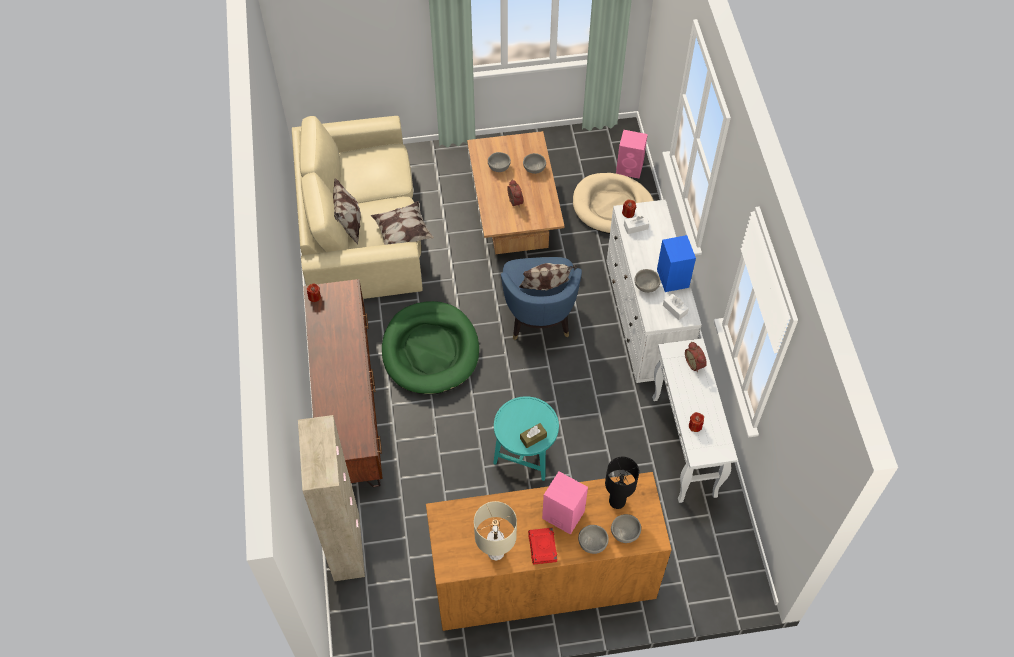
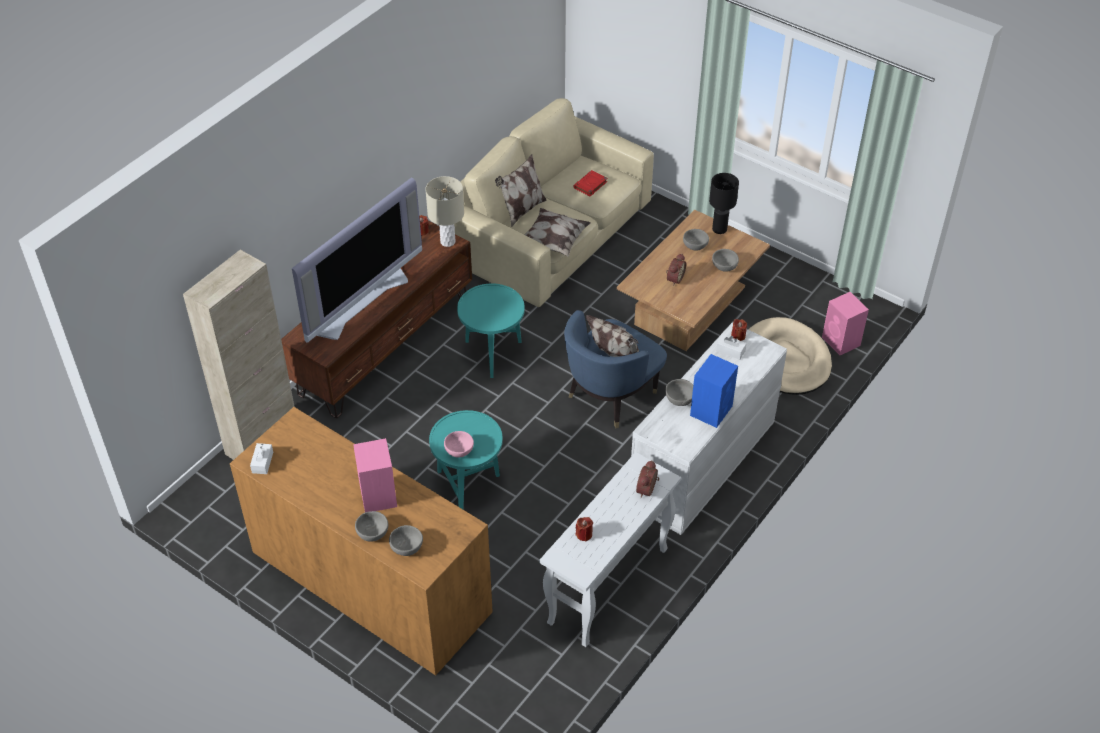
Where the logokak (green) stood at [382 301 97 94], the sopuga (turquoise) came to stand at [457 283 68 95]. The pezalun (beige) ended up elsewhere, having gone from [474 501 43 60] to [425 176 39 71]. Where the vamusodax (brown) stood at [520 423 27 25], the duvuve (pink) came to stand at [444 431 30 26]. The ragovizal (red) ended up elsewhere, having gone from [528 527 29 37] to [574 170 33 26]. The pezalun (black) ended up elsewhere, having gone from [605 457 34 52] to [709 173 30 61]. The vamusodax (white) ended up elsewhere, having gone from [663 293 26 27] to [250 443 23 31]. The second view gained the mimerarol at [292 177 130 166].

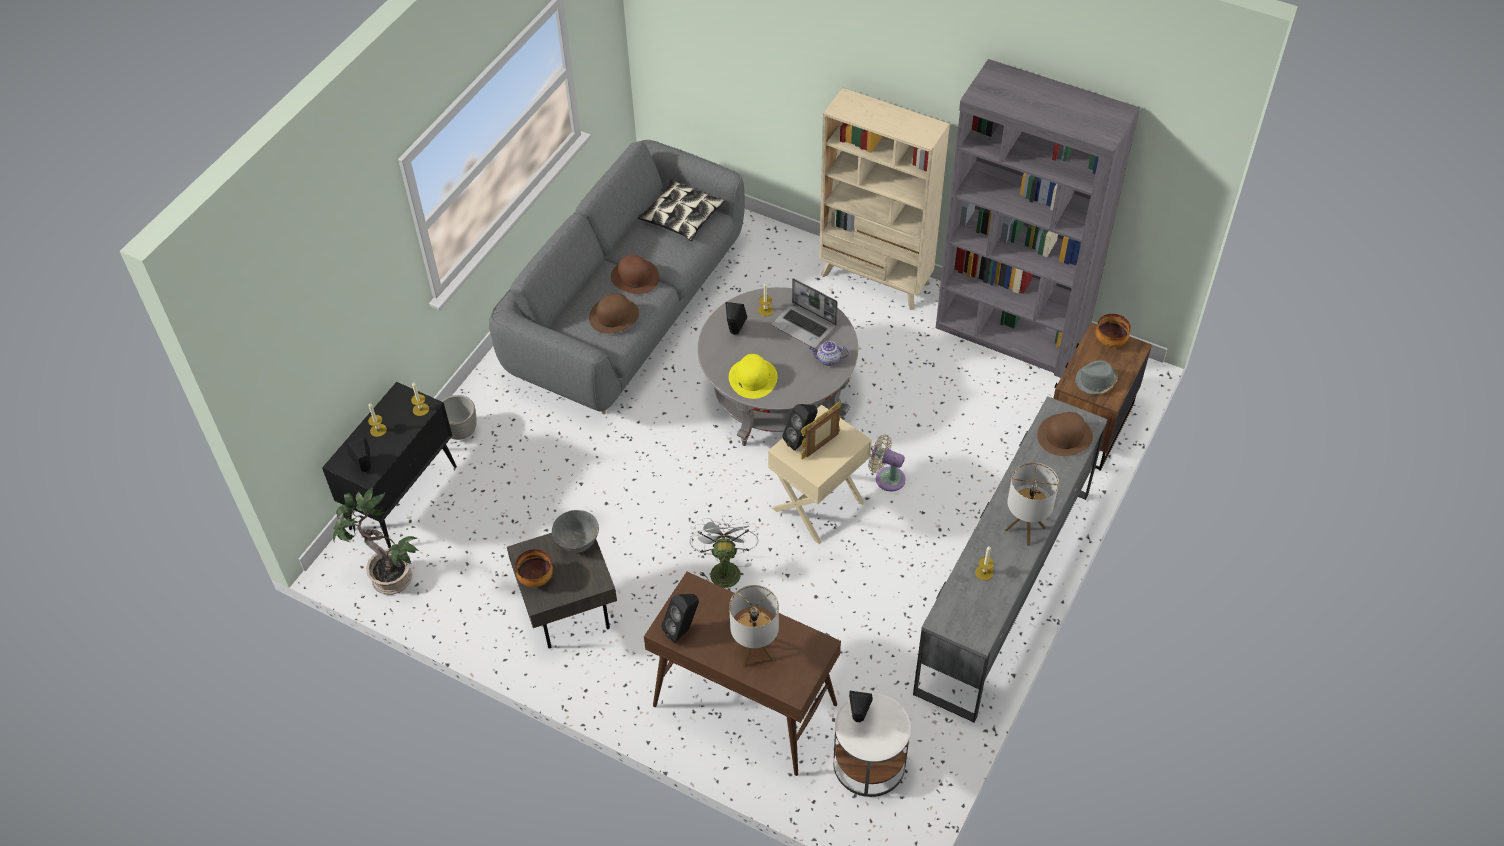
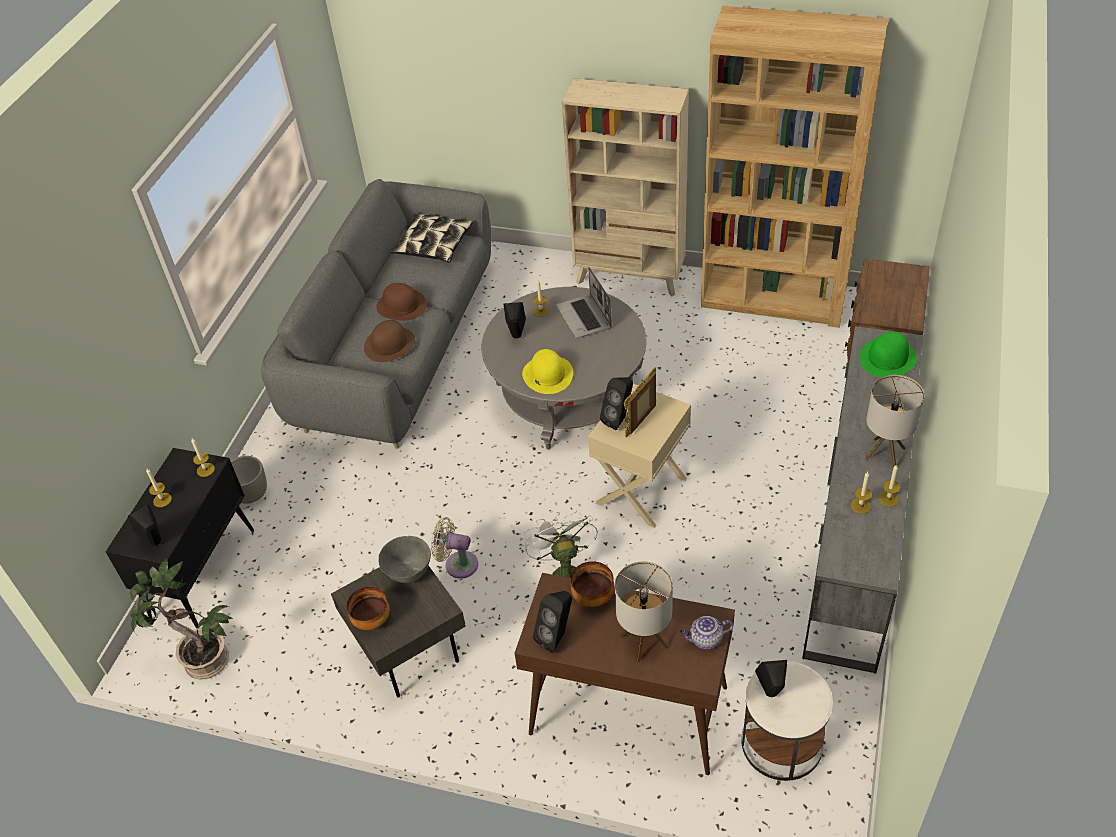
The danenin at [771 278 66 70] ended up facing another way, 45 degrees clockwise from before. The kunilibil ended up elsewhere, having gone from [809 341 40 25] to [680 616 53 34]. The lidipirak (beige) ended up elsewhere, having gone from [868 434 38 58] to [431 517 47 62]. What was the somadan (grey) at [936 59 204 319] turned into the somadan (brown) at [701 6 187 322]. What was the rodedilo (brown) at [1037 412 56 44] turned into the rodedilo (green) at [859 332 58 45]. The second view lost the rodedilo (grey) at [1075 360 43 34]. The duvuve ended up elsewhere, having gone from [1096 314 35 33] to [571 561 43 46]. The second view gained the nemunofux at [878 464 22 43].

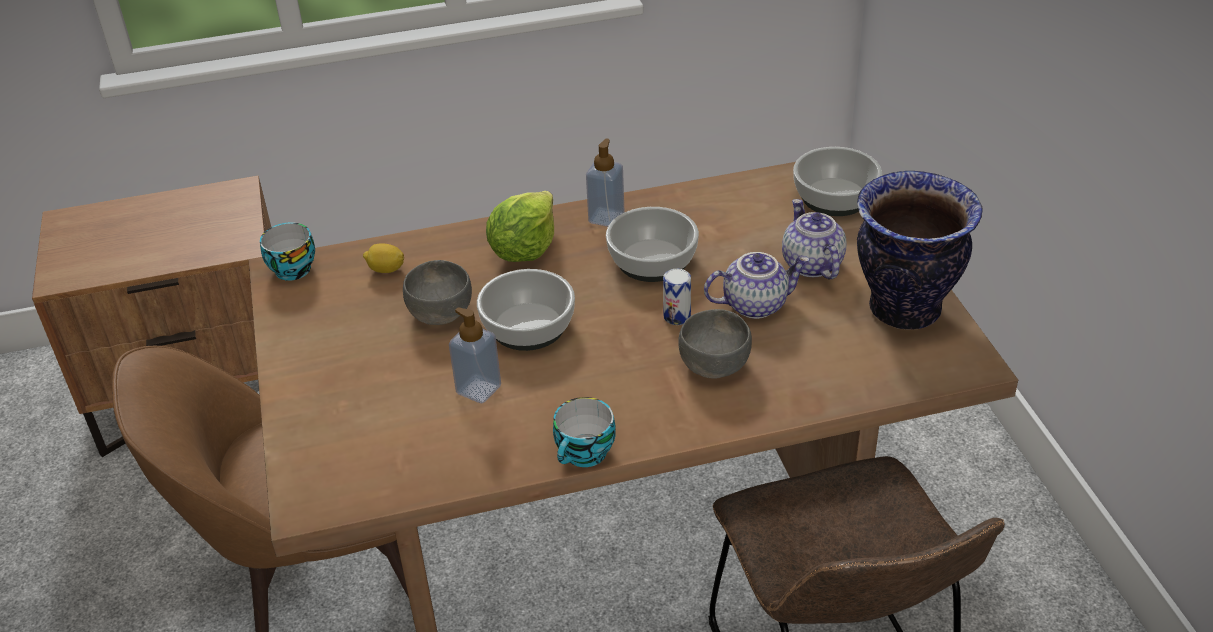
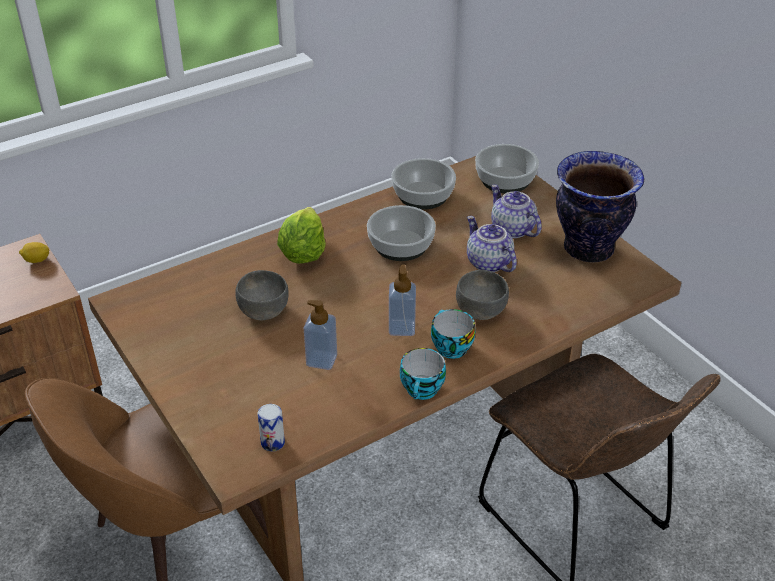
The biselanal ended up elsewhere, having gone from [260 222 55 59] to [431 309 44 50]. The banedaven ended up elsewhere, having gone from [363 244 41 29] to [19 242 31 21]. The duvuve ended up elsewhere, having gone from [477 269 98 82] to [391 158 65 51]. The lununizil ended up elsewhere, having gone from [586 139 39 88] to [389 264 27 72]. The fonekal ended up elsewhere, having gone from [663 269 28 56] to [258 404 27 48]. The kunilibil at [704 252 106 67] ended up facing another way, 90 degrees counterclockwise from before.

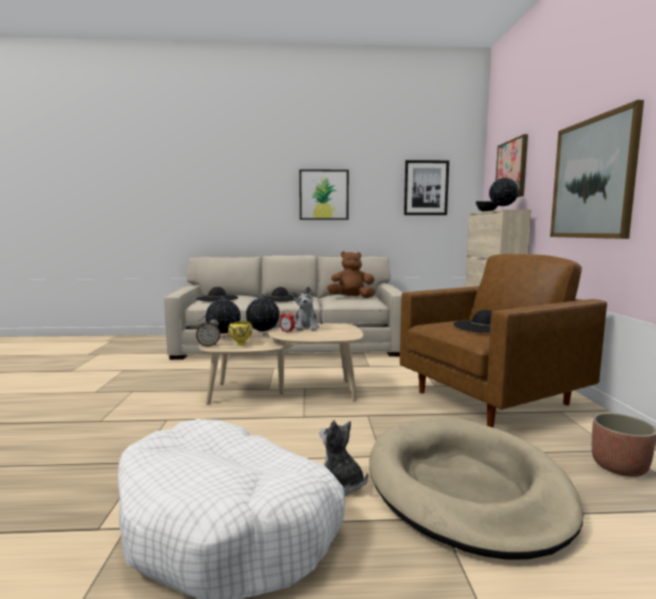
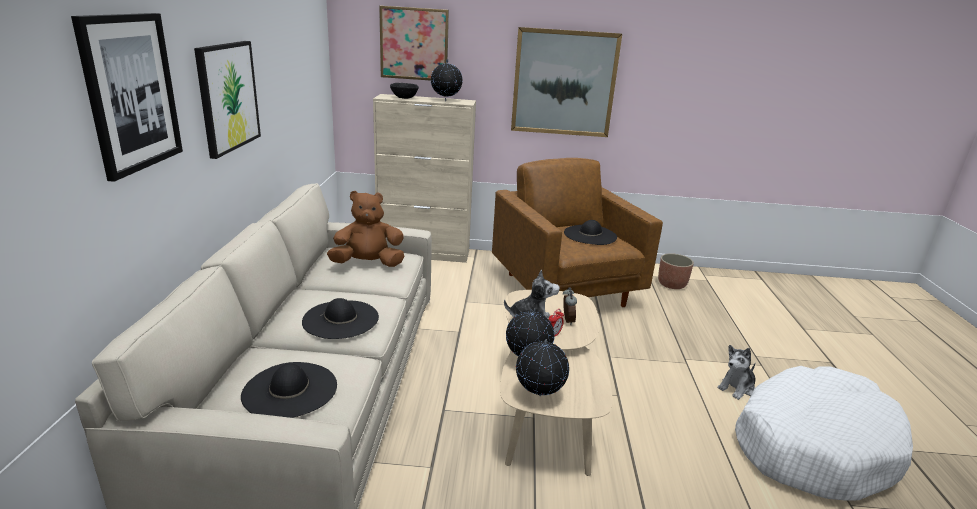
The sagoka ended up elsewhere, having gone from [196 315 25 31] to [563 287 14 38]. The second view lost the duvuve (yellow) at [228 321 25 25]. The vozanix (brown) at [327 251 48 47] ended up facing another way, 75 degrees clockwise from before. The second view lost the logokak (beige) at [369 417 215 143]. The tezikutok ended up elsewhere, having gone from [404 160 45 55] to [71 13 112 169].

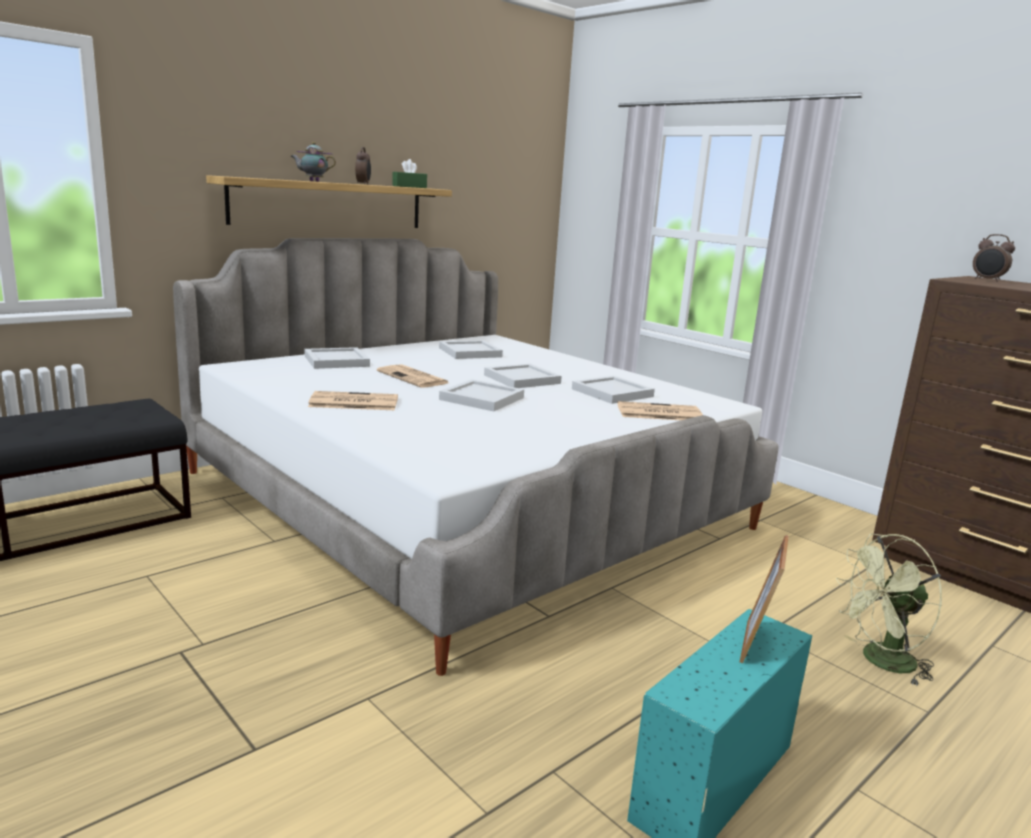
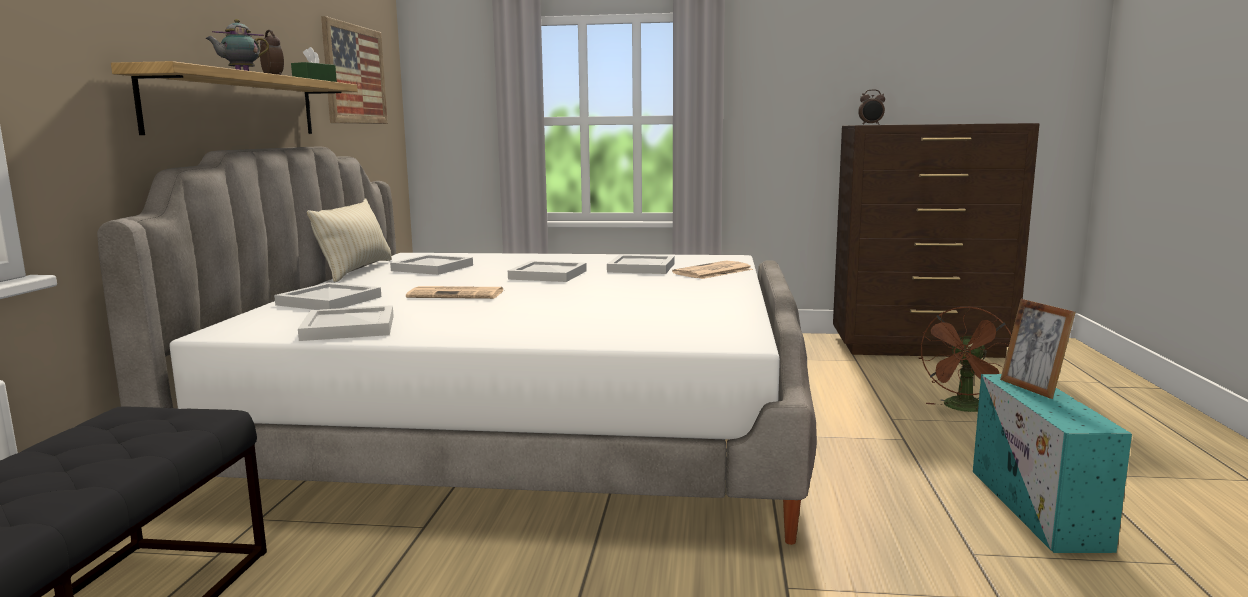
The second view lost the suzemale at [308 391 90 19]. The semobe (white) ended up elsewhere, having gone from [439 379 85 33] to [298 305 96 36]. What was the lidipirak (green) at [836 533 106 154] turned into the lidipirak (brown) at [919 306 92 106]. The second view gained the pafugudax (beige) at [307 198 85 84]. The second view gained the tezikutok at [321 16 67 108].

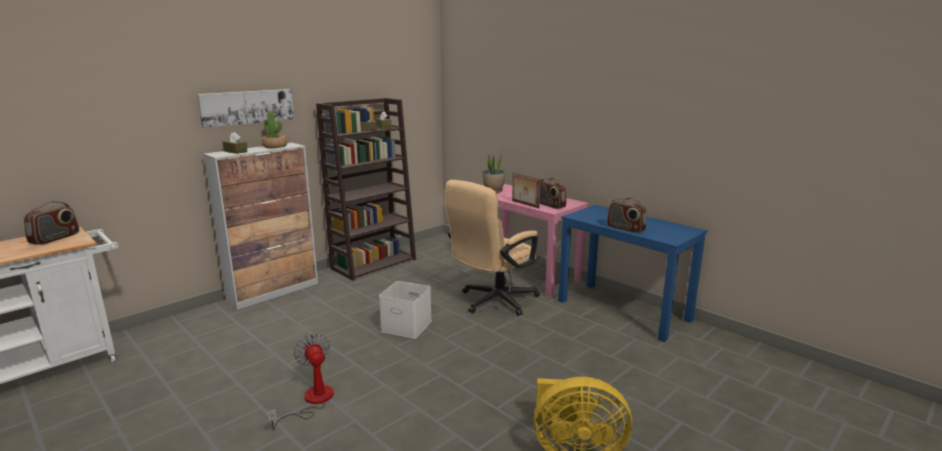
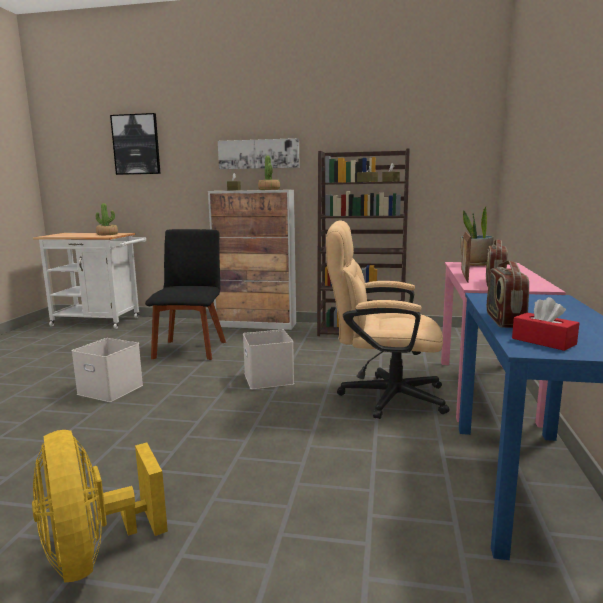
Where the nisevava stood at [24 201 55 44], the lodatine came to stand at [96 203 22 32]. Where the lidipirak stood at [267 333 67 97], the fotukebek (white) came to stand at [72 338 71 64]. The second view gained the tezikutok at [110 113 51 62]. The second view gained the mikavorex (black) at [145 229 81 131]. The second view gained the vamusodax (red) at [512 297 67 54].

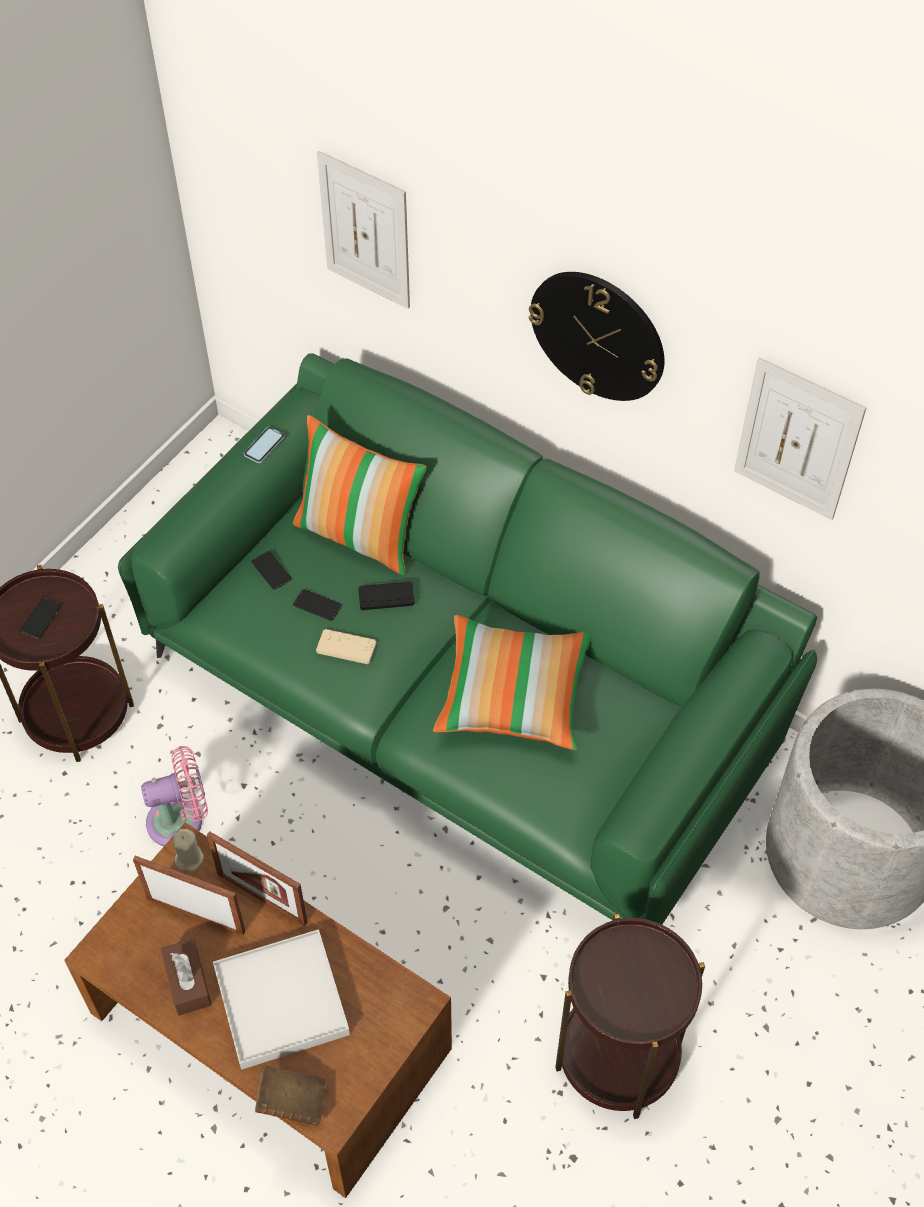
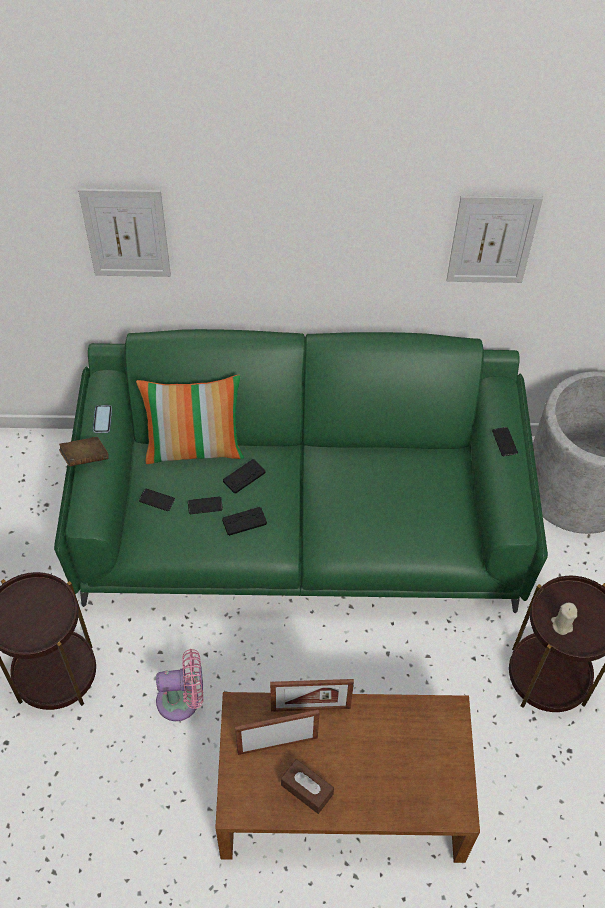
The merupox ended up elsewhere, having gone from [20 597 42 42] to [492 427 26 29]. The lidipirak (pink) at [141 746 67 100] ended up facing another way, 45 degrees clockwise from before. The nemunofux (beige) ended up elsewhere, having gone from [173 829 31 42] to [551 603 26 32]. The second view lost the semobe (white) at [213 929 137 141]. The ragovizal (brown) ended up elsewhere, having gone from [255 1066 71 60] to [59 437 50 30]. What was the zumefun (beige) at [316 629 61 35] turned into the zumefun (black) at [222 507 45 29]. The second view lost the pafugudax at [433 615 158 135]. The second view lost the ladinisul at [529 272 135 129].

